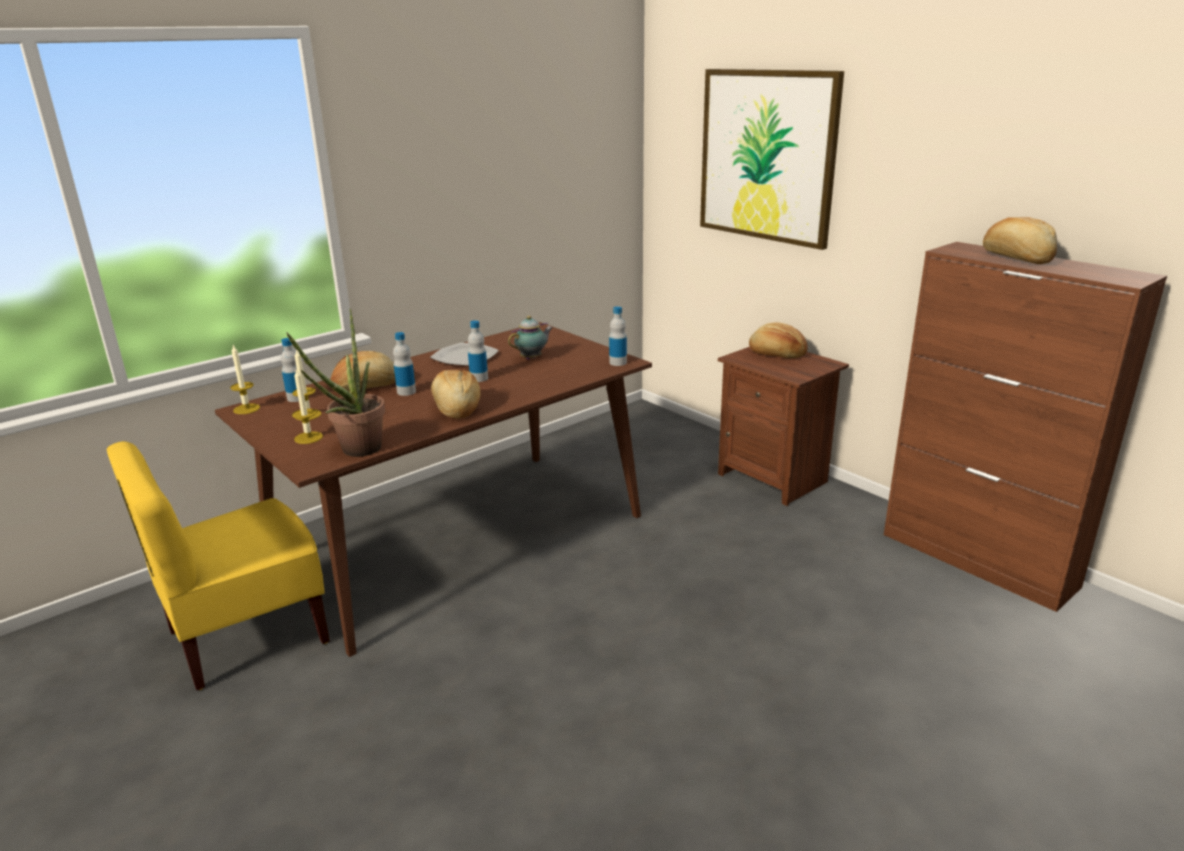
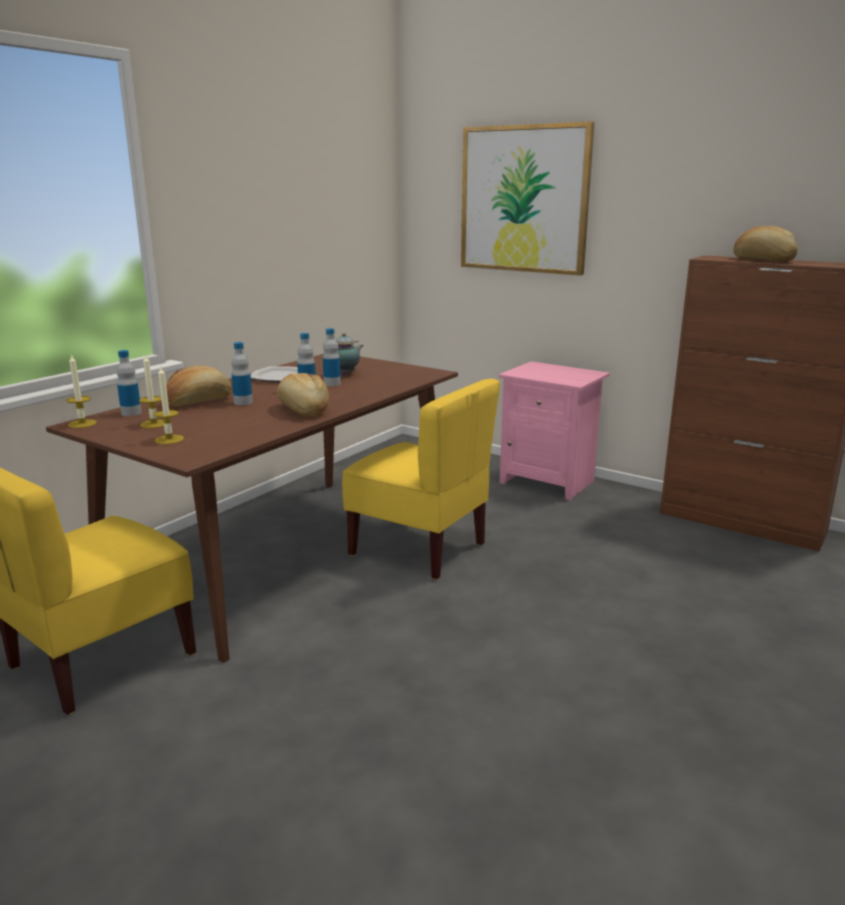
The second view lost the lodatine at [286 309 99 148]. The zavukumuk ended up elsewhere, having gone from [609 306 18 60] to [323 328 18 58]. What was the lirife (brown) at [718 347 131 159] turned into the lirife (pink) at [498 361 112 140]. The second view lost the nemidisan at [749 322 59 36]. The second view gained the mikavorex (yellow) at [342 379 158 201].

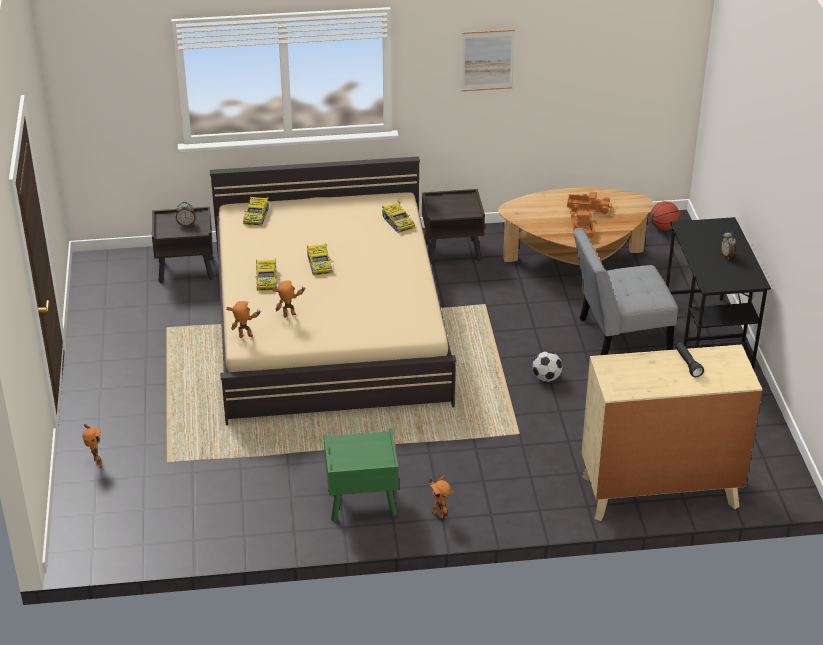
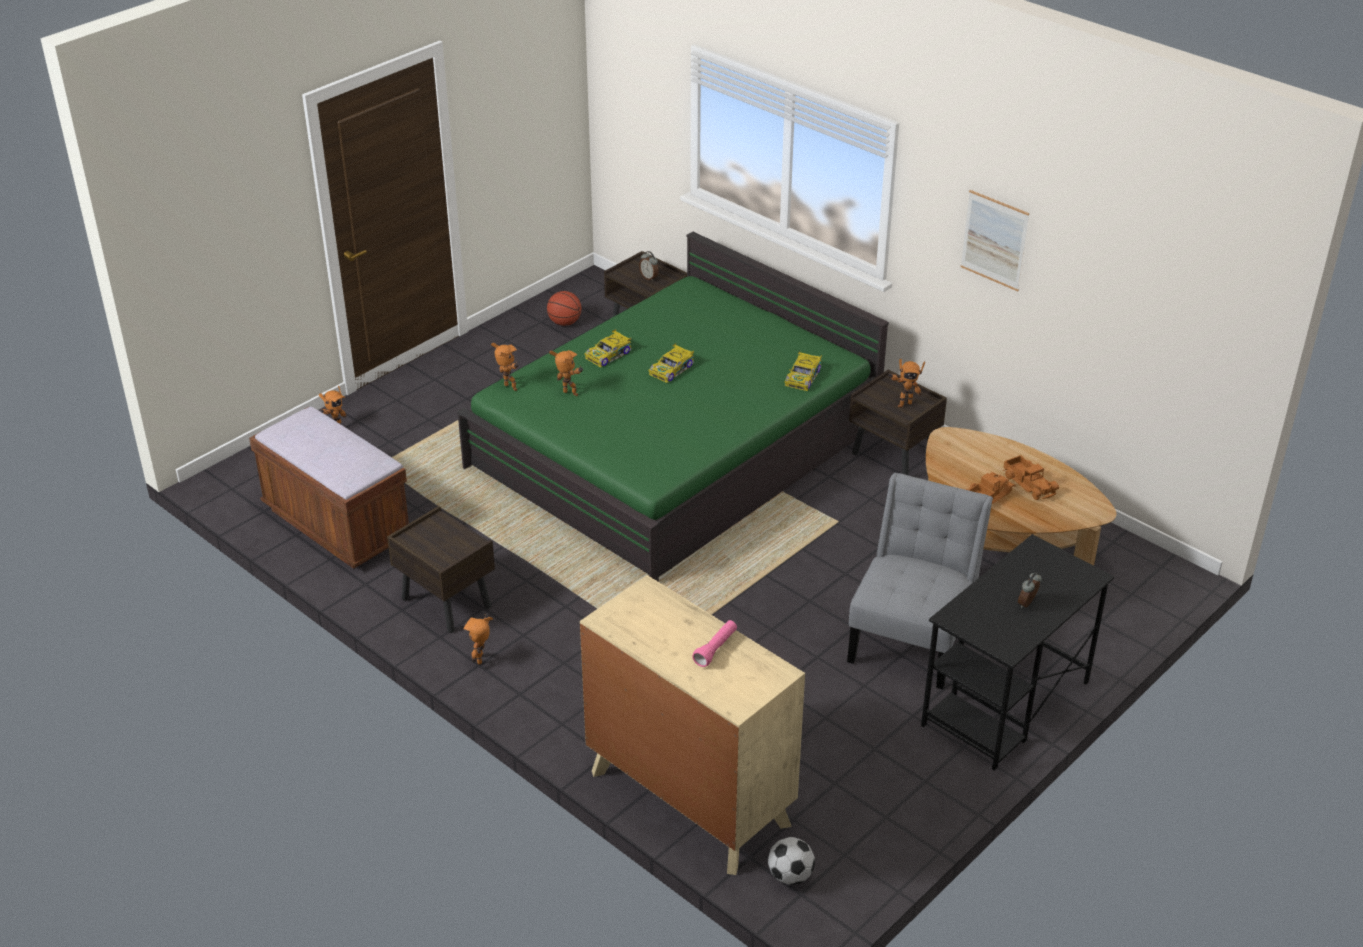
What was the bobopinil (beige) at [210 156 246 269] turned into the bobopinil (green) at [457 232 432 349]. The second view lost the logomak at [243 195 26 31]. What was the lirife (green) at [324 429 75 93] turned into the lirife (brown) at [387 506 108 127]. The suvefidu ended up elsewhere, having gone from [532 351 30 31] to [768 837 47 48]. The mikavorex (grey) at [573 228 105 127] ended up facing another way, 75 degrees clockwise from before. The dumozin ended up elsewhere, having gone from [650 201 30 30] to [547 291 35 35]. What was the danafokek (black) at [676 343 28 34] turned into the danafokek (pink) at [692 620 45 47]. The second view gained the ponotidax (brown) at [249 407 160 162]. The second view gained the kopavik at [889 359 36 49].

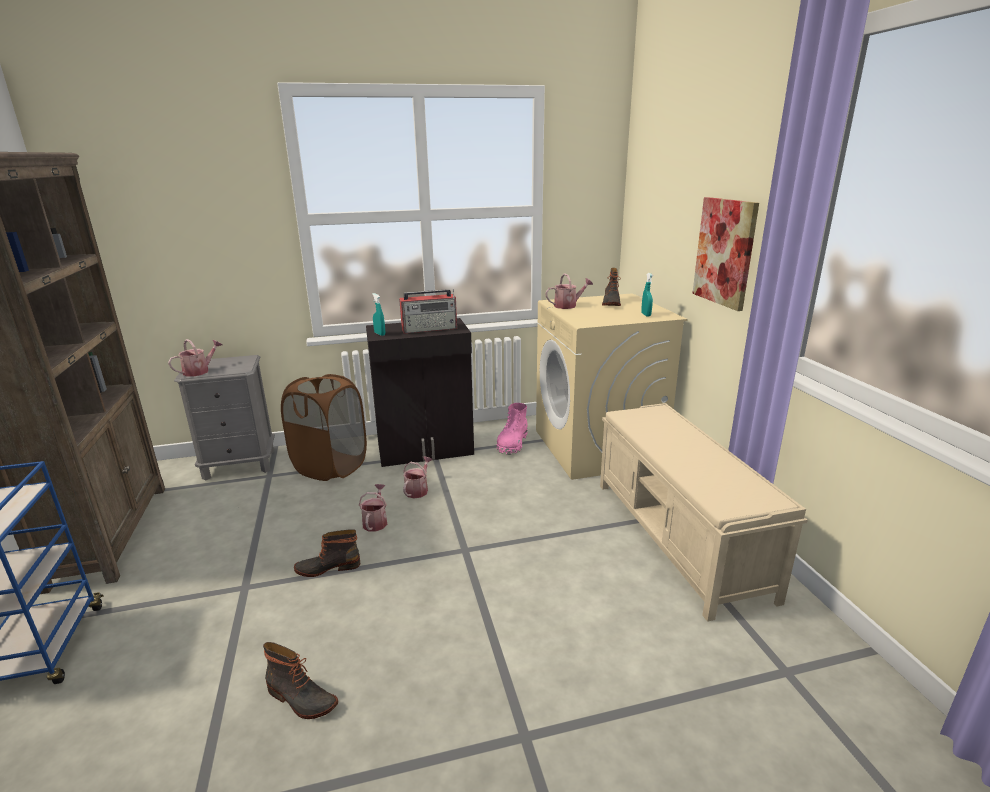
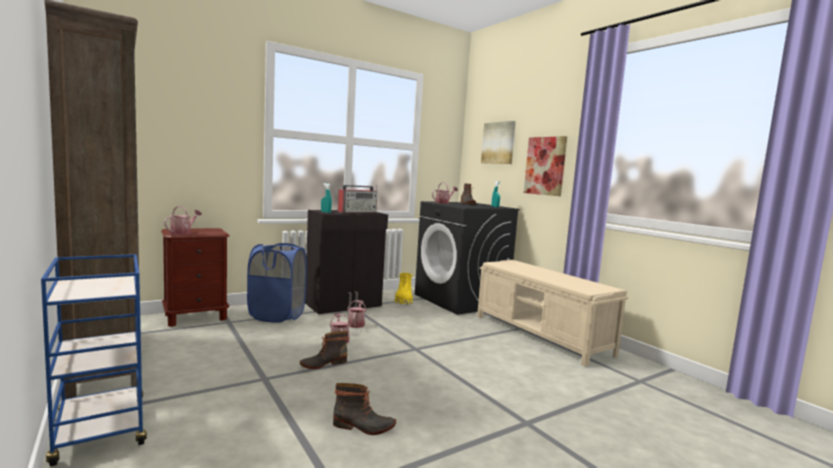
What was the lirife (grey) at [174 355 101 125] turned into the lirife (brown) at [161 228 69 99]. What was the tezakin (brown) at [281 374 86 107] turned into the tezakin (blue) at [247 243 60 80]. What was the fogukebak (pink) at [496 403 32 52] turned into the fogukebak (yellow) at [395 273 18 32]. What was the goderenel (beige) at [536 293 151 187] turned into the goderenel (black) at [415 201 105 114]. The second view gained the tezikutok at [481 121 35 43].

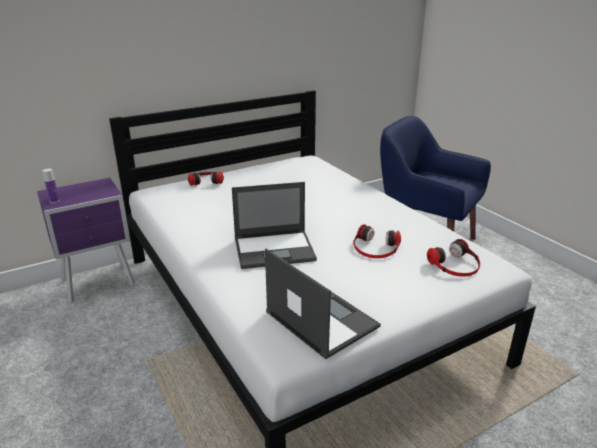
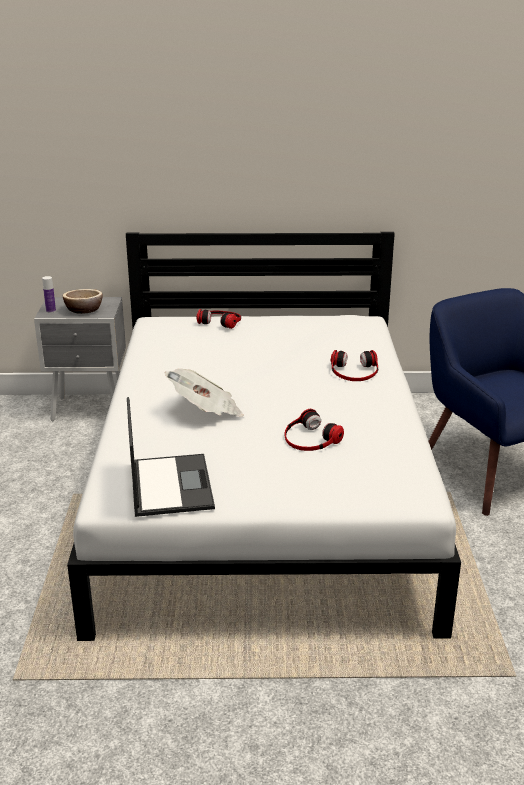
What was the lirife (purple) at [37 178 98 125] turned into the lirife (grey) at [34 297 92 124]. Where the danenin stood at [232 182 85 87], the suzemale came to stand at [164 369 80 48]. The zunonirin ended up elsewhere, having gone from [427 239 53 38] to [331 350 47 31]. The second view gained the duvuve at [63 289 39 25].

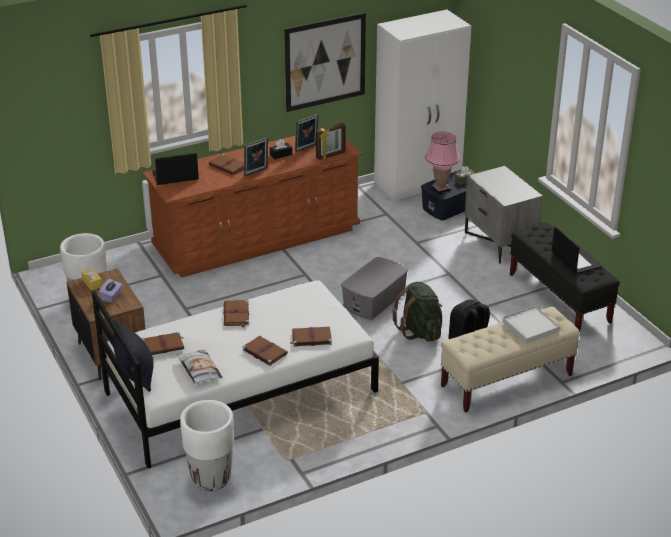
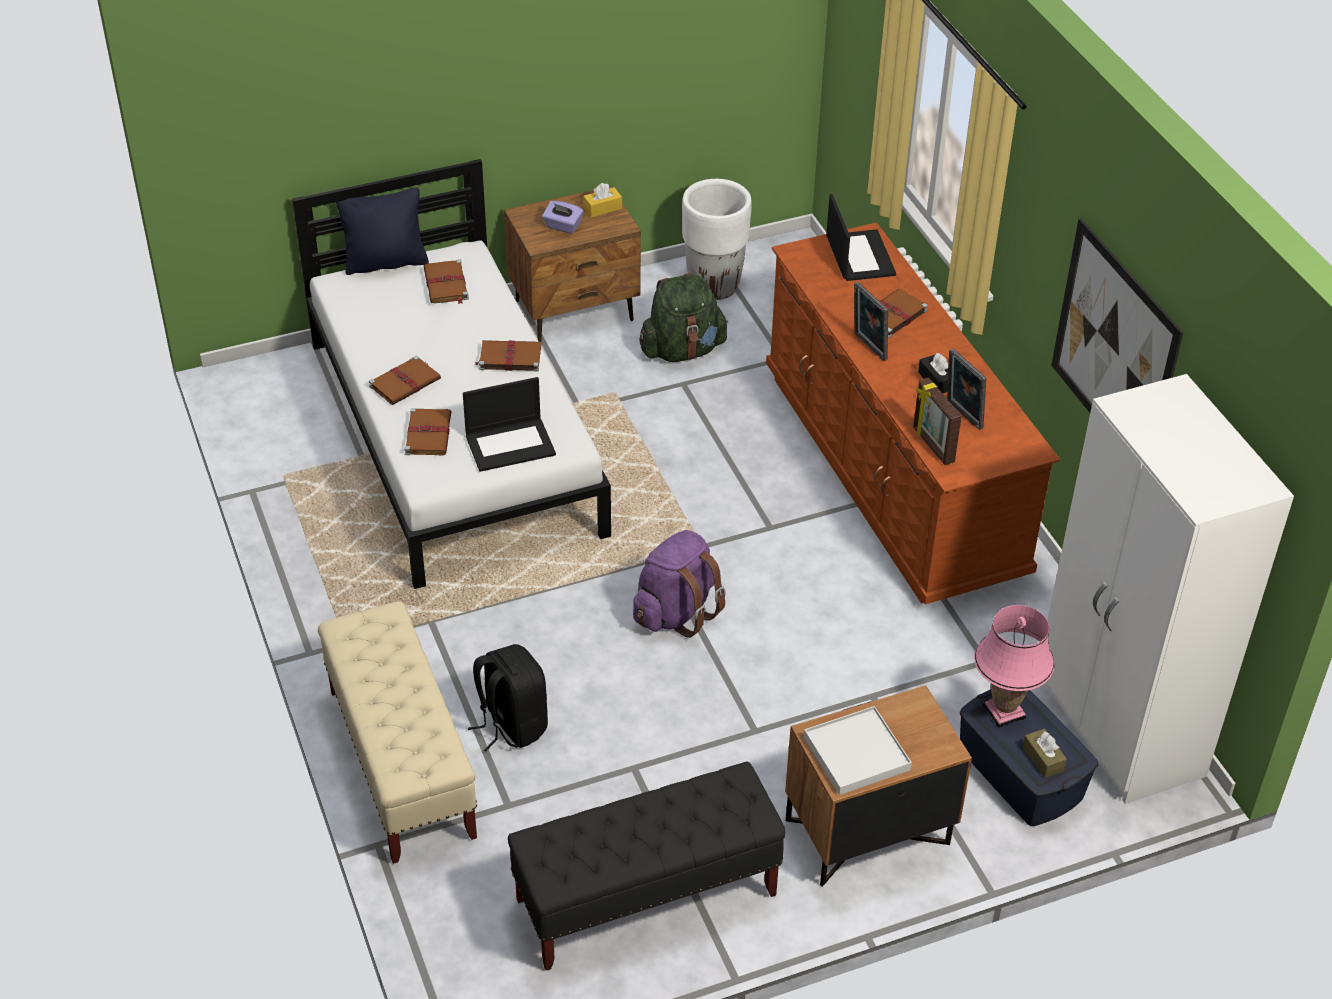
The second view lost the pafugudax at [177 350 46 34]. The second view lost the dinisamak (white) at [180 400 54 91]. Where the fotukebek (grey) stood at [341 257 67 63], the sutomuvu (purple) came to stand at [633 530 93 108]. The sutomuvu (green) ended up elsewhere, having gone from [392 282 50 59] to [639 273 89 89]. What was the lirife (grey) at [465 166 78 98] turned into the lirife (brown) at [785 685 187 202]. The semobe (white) ended up elsewhere, having gone from [502 306 58 37] to [804 706 108 89]. The danenin ended up elsewhere, having gone from [552 226 50 48] to [463 377 93 95].

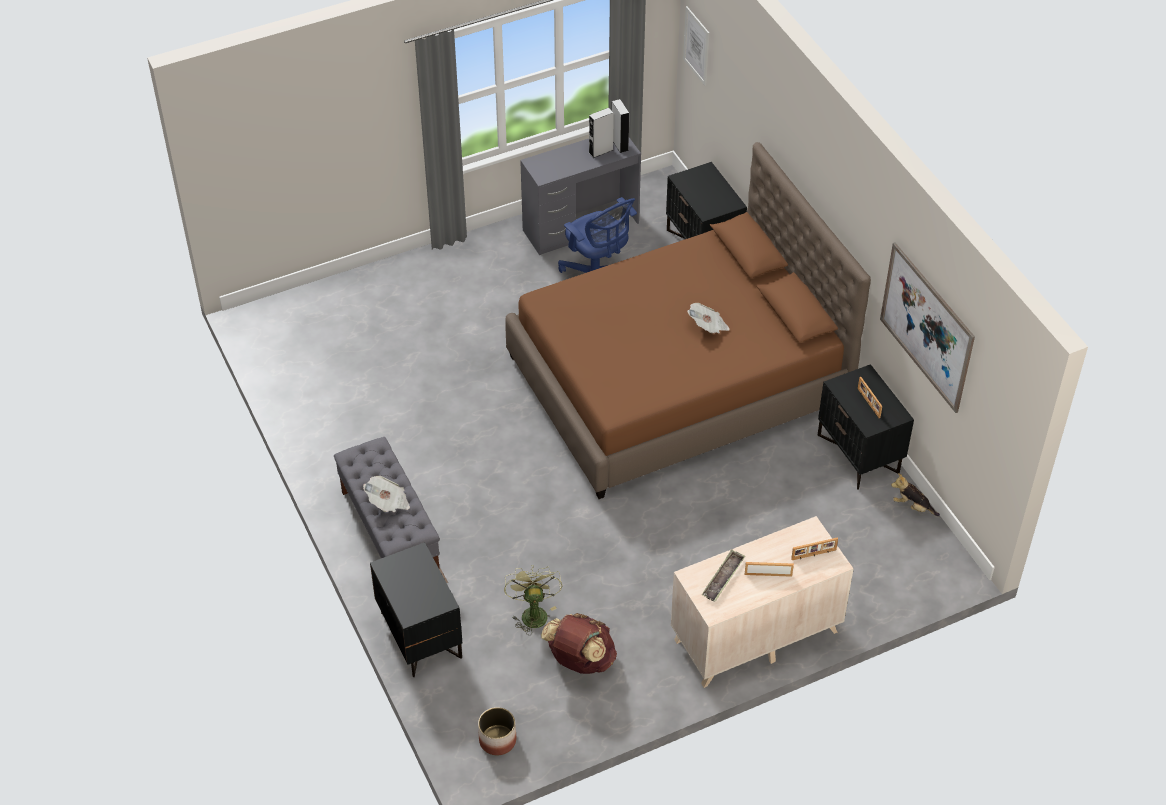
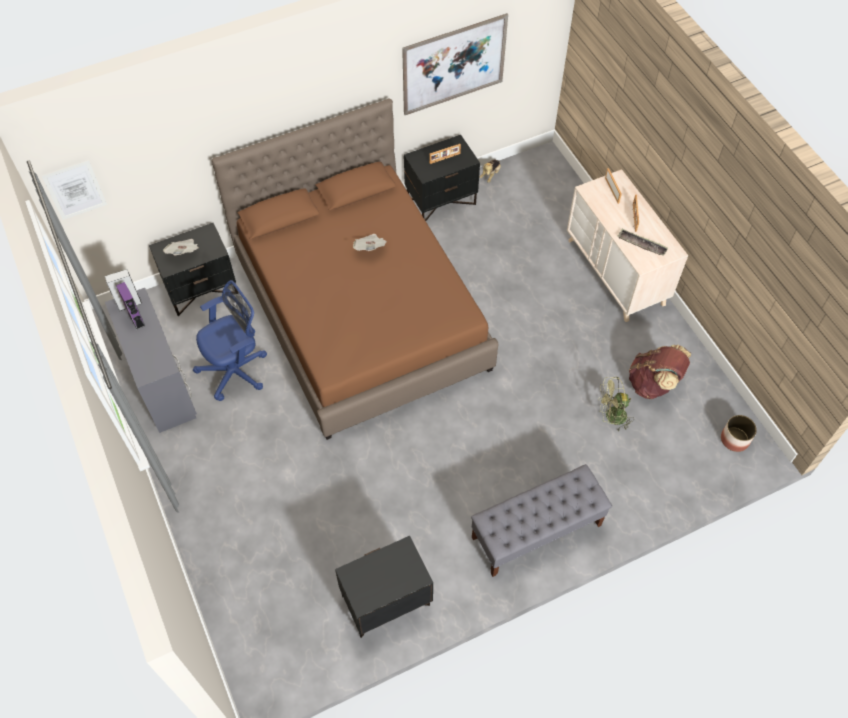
The suzemale ended up elsewhere, having gone from [363 476 47 36] to [163 239 36 17]. The lirife (black) ended up elsewhere, having gone from [370 542 92 135] to [335 536 98 102]. What was the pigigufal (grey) at [589 108 25 50] turned into the pigigufal (purple) at [116 282 29 47].

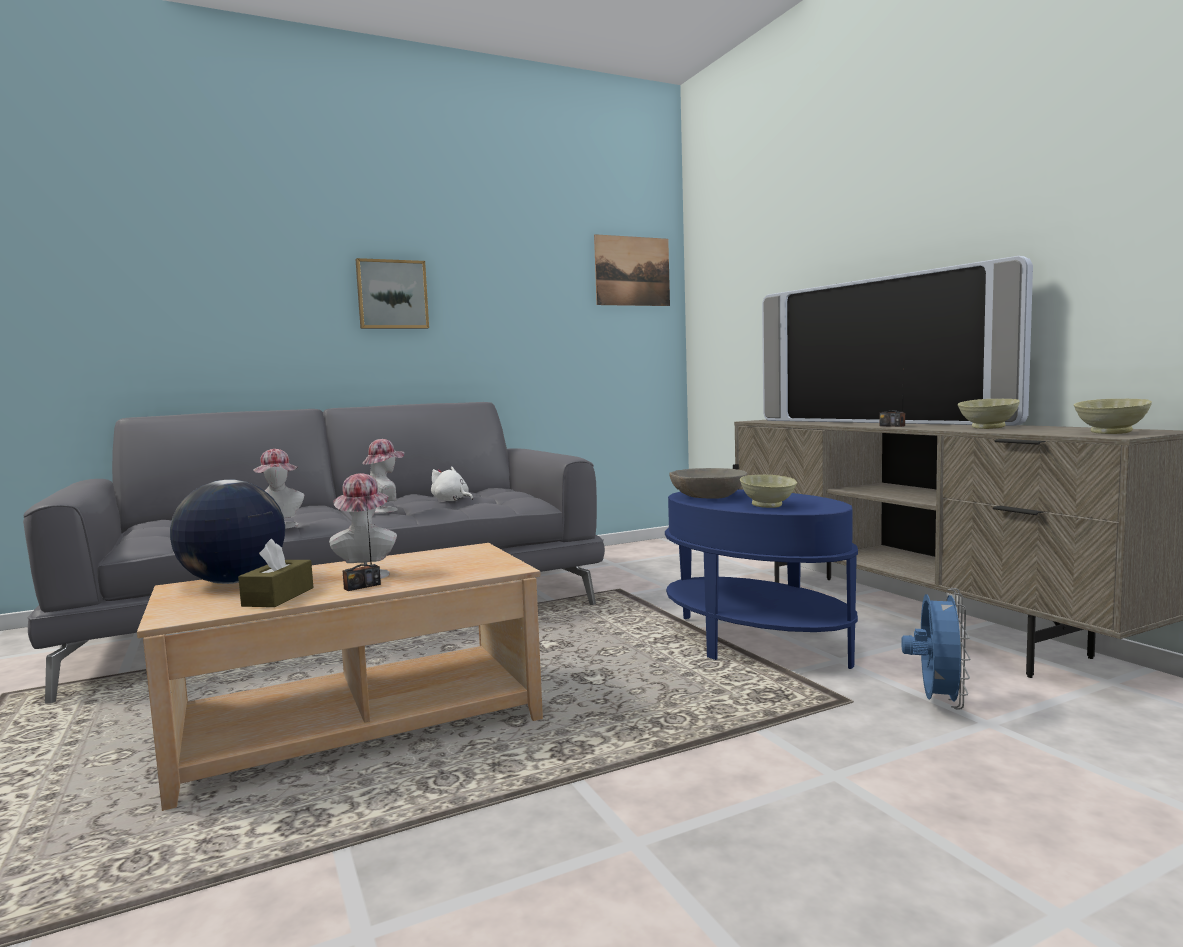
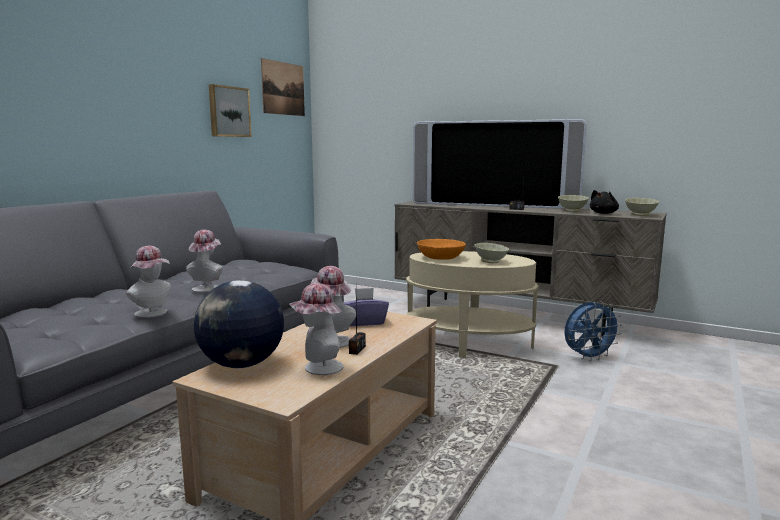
Where the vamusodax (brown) stood at [238 539 76 68], the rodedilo came to stand at [289 283 55 92]. The tezikutok ended up elsewhere, having gone from [356 258 73 71] to [209 84 43 53]. The second view lost the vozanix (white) at [431 466 42 35]. What was the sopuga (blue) at [665 490 193 179] turned into the sopuga (beige) at [406 251 133 107]. What was the duvuve (grey) at [669 468 78 31] turned into the duvuve (orange) at [417 239 49 21]. The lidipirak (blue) at [901 588 69 122] ended up facing another way, 90 degrees clockwise from before. The second view gained the vamusodax (purple) at [343 288 46 38]. The second view gained the vozanix (black) at [590 190 29 24].

